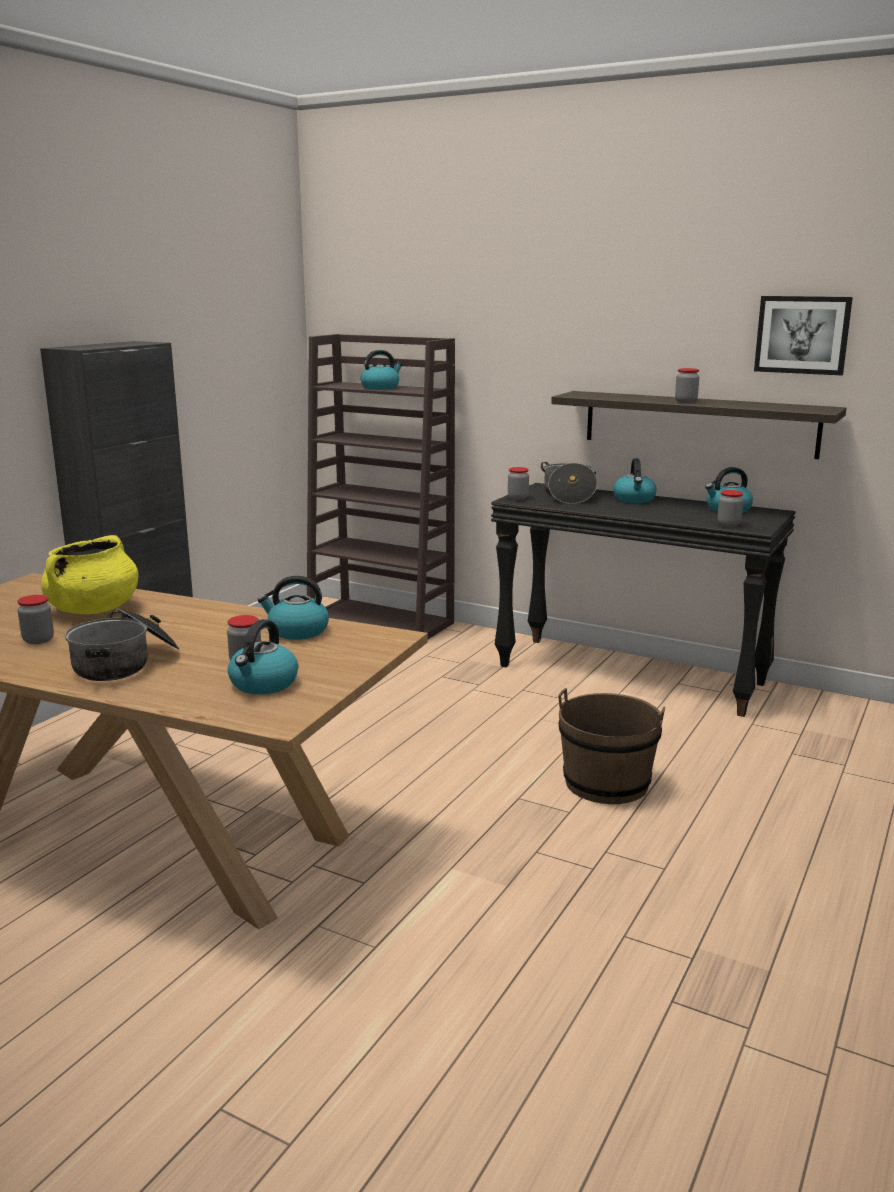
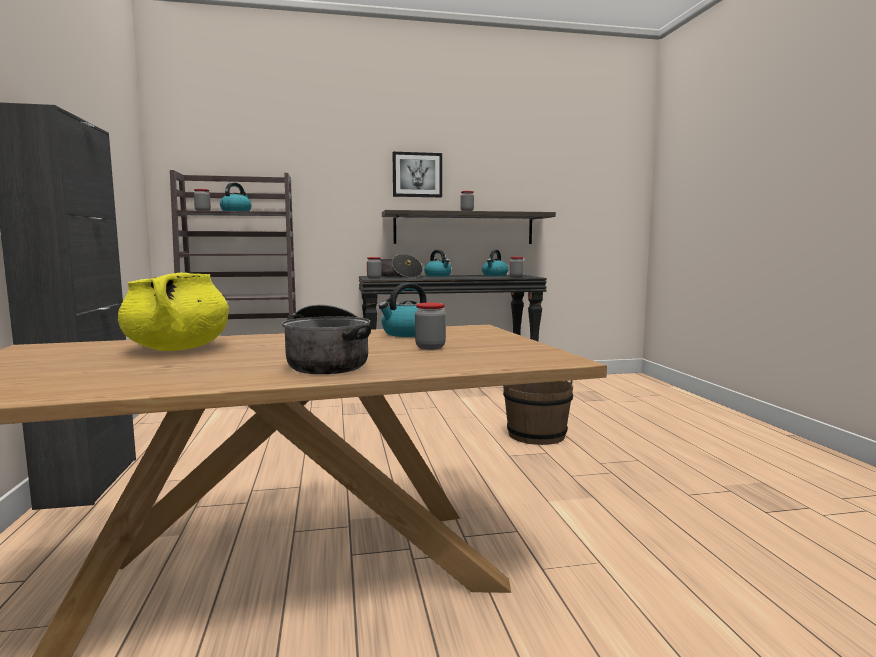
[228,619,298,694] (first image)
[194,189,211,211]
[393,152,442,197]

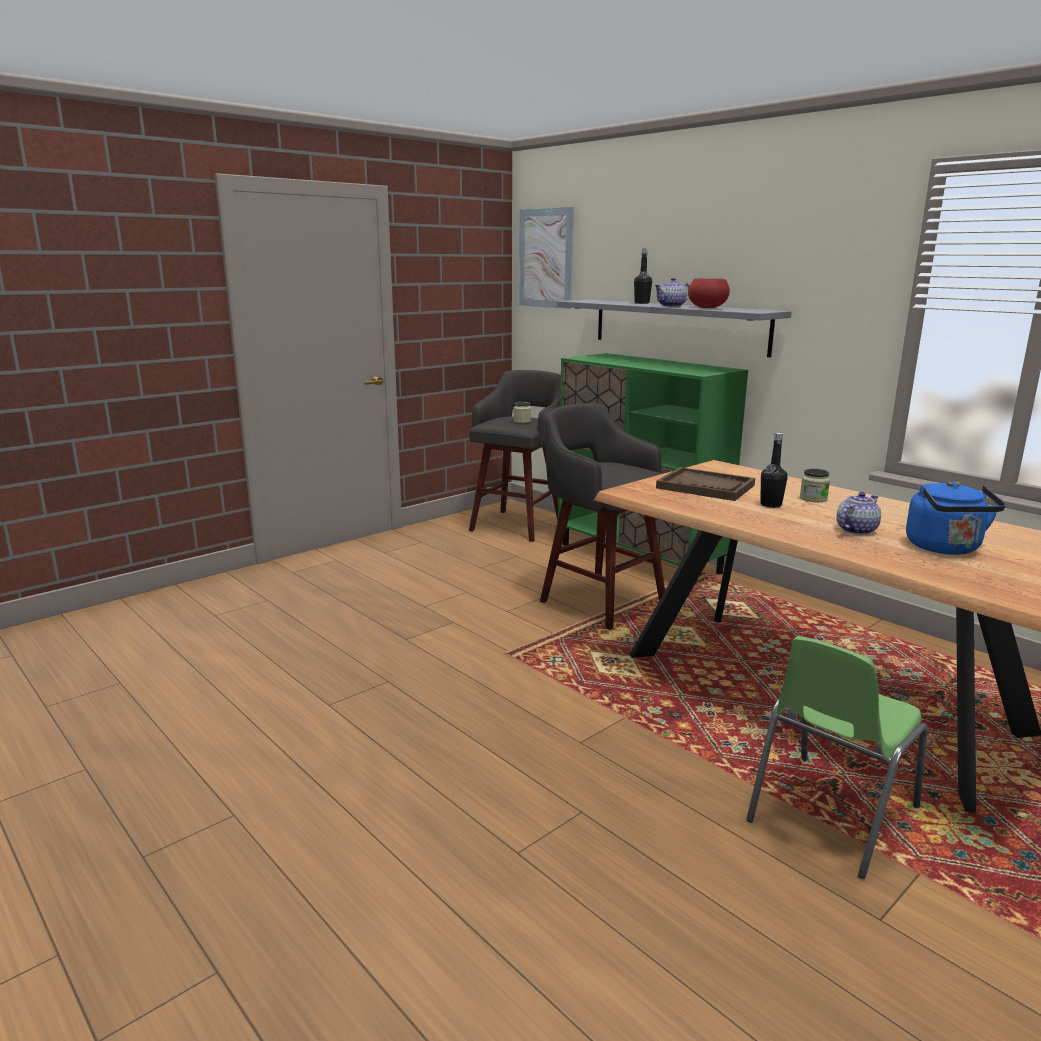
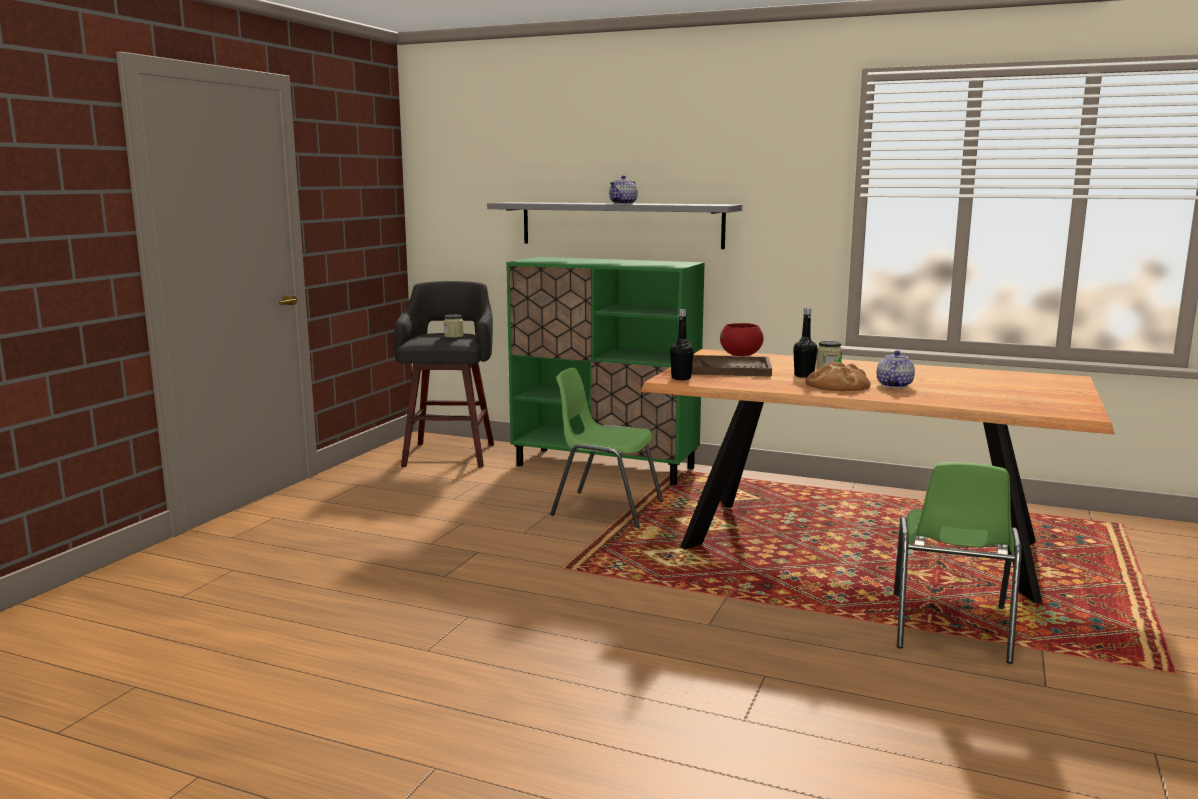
[519,207,574,309] (first image)
[906,481,1006,555] (first image)
[805,361,871,391]
[670,309,694,380]
[720,323,764,356]
[550,368,663,528]

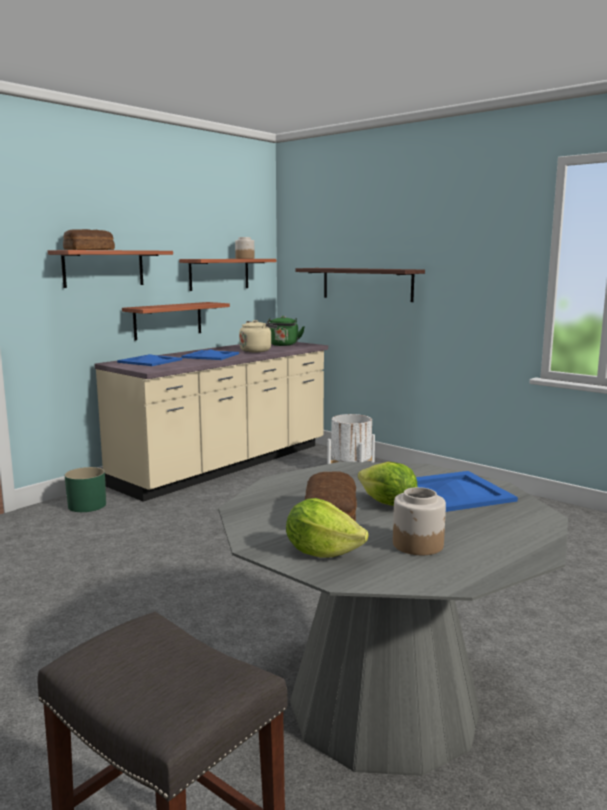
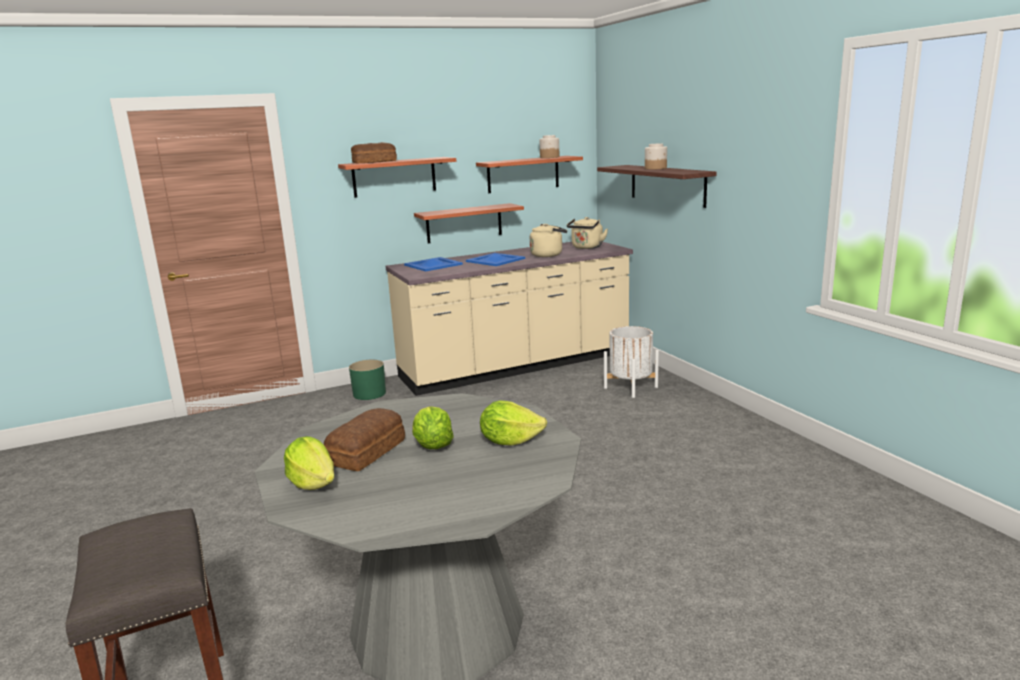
[645,143,667,170]
[480,400,547,445]
[567,217,608,249]

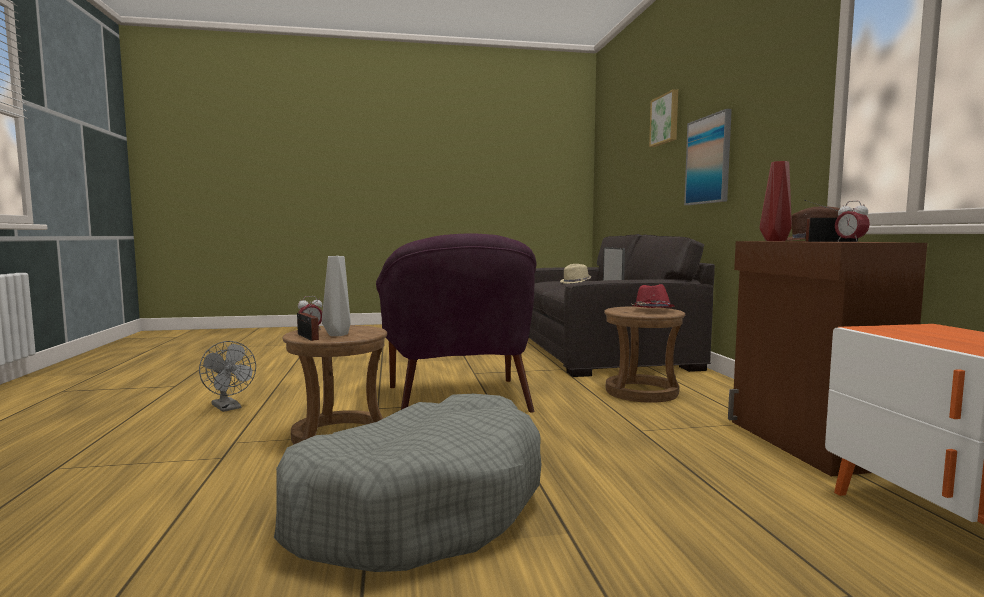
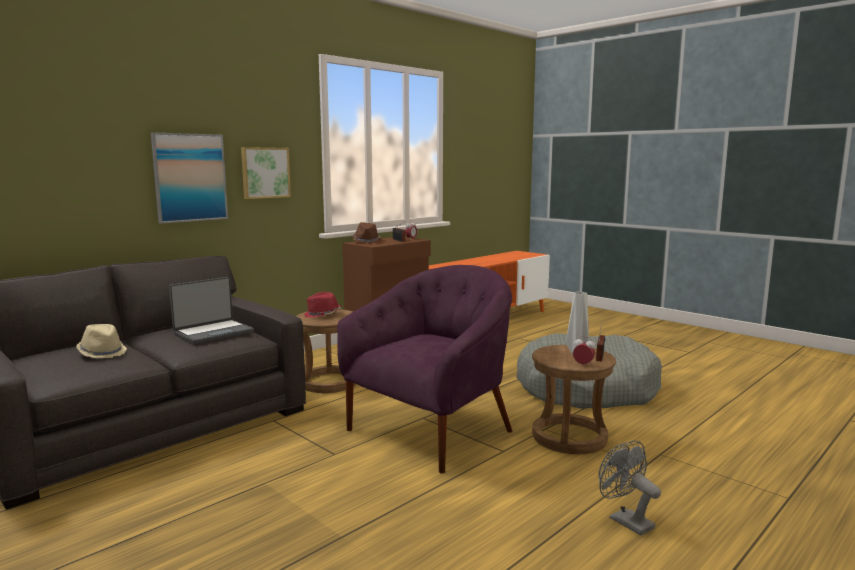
[760,161,792,241] (first image)
[241,147,291,199]
[599,441,661,536]

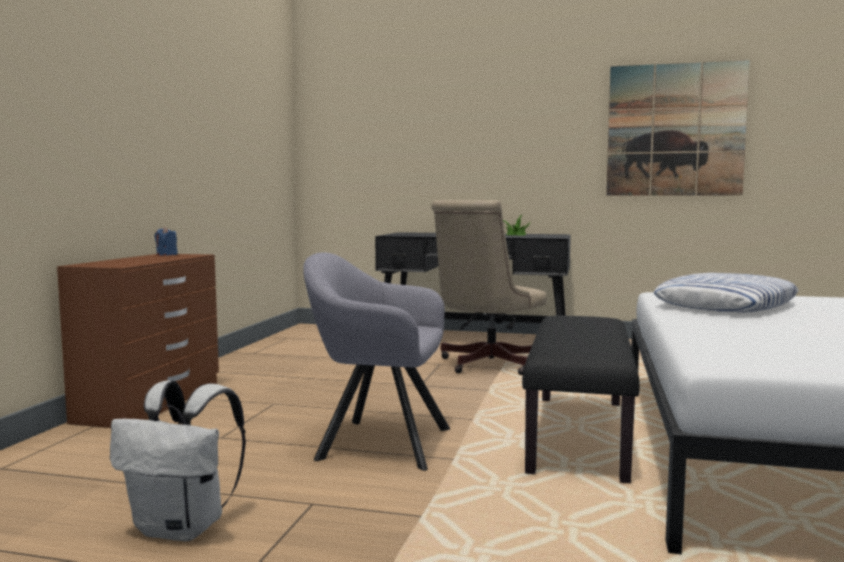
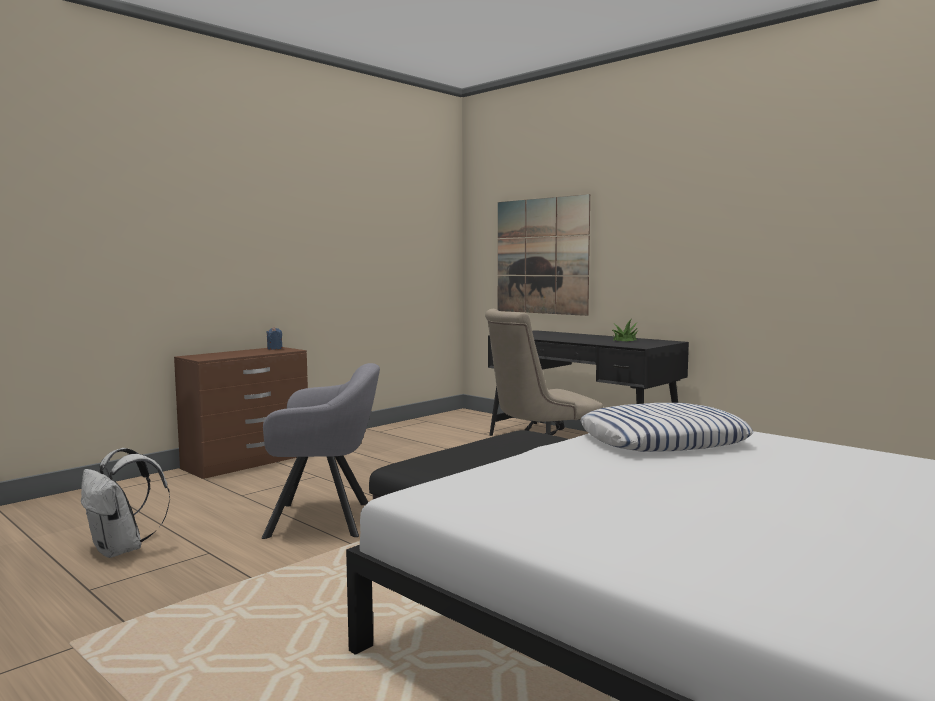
[498,194,590,316]
[262,363,380,539]

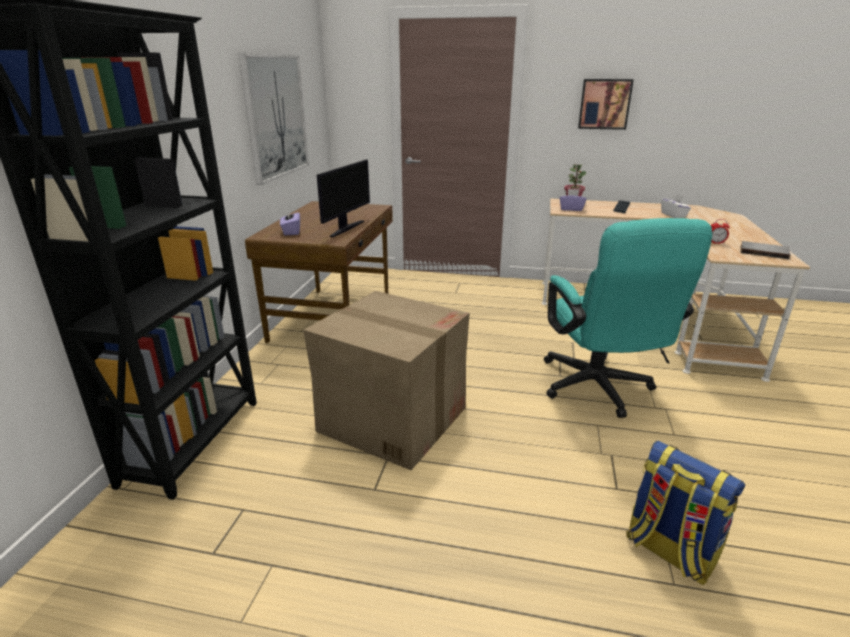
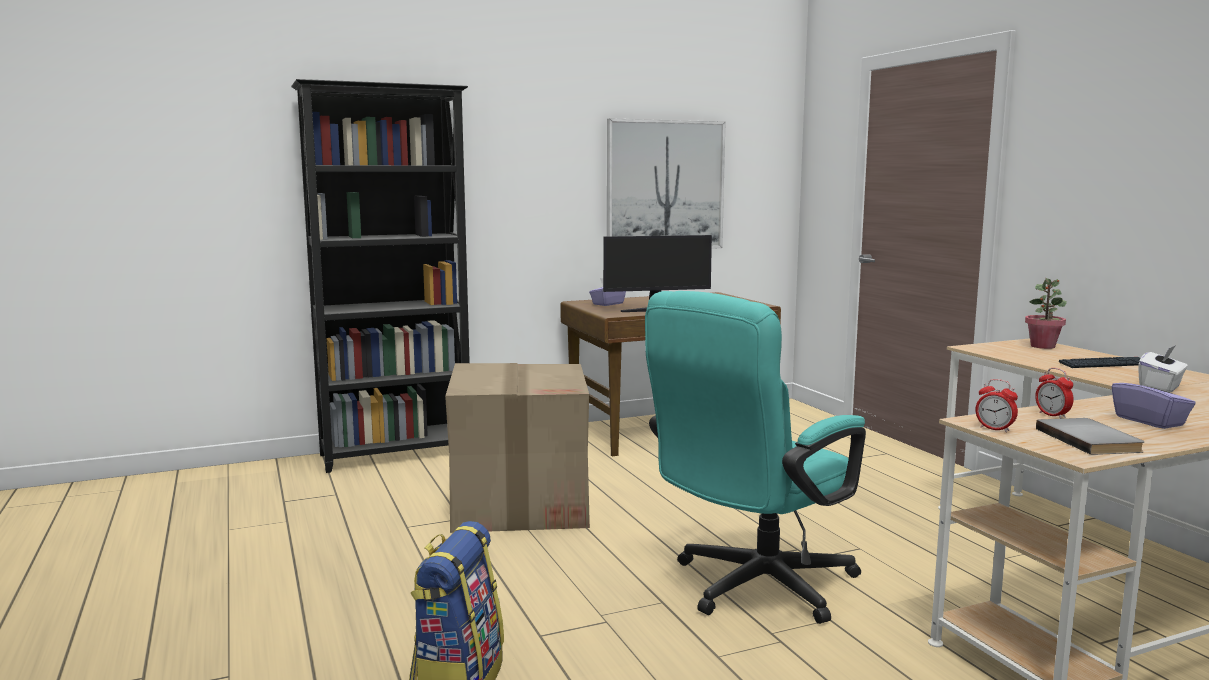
[578,79,634,130] (first image)
[976,379,1018,433]
[1112,370,1196,429]

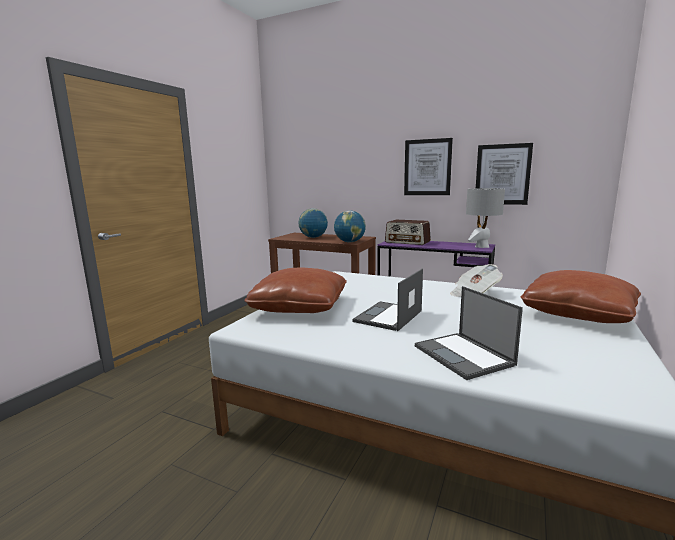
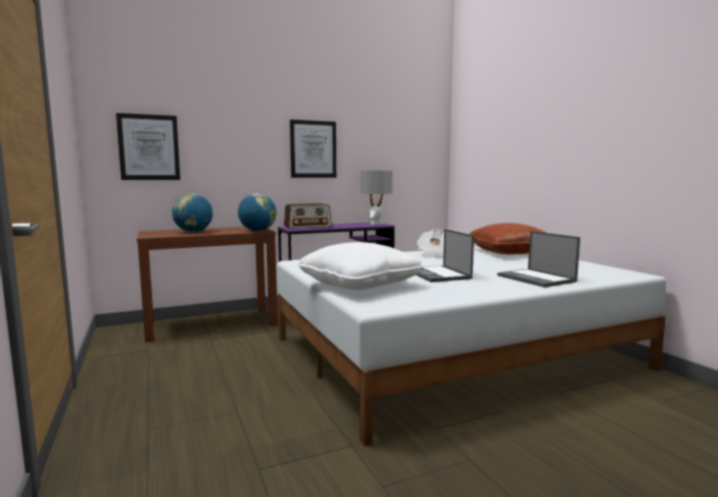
[116,113,180,180]
[297,242,424,290]
[497,231,580,287]

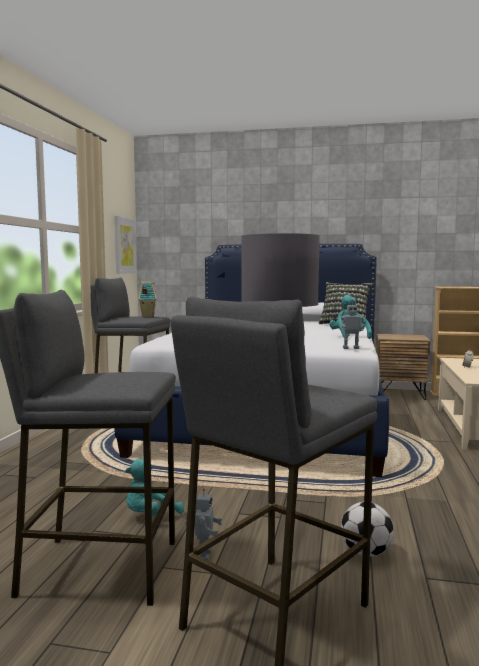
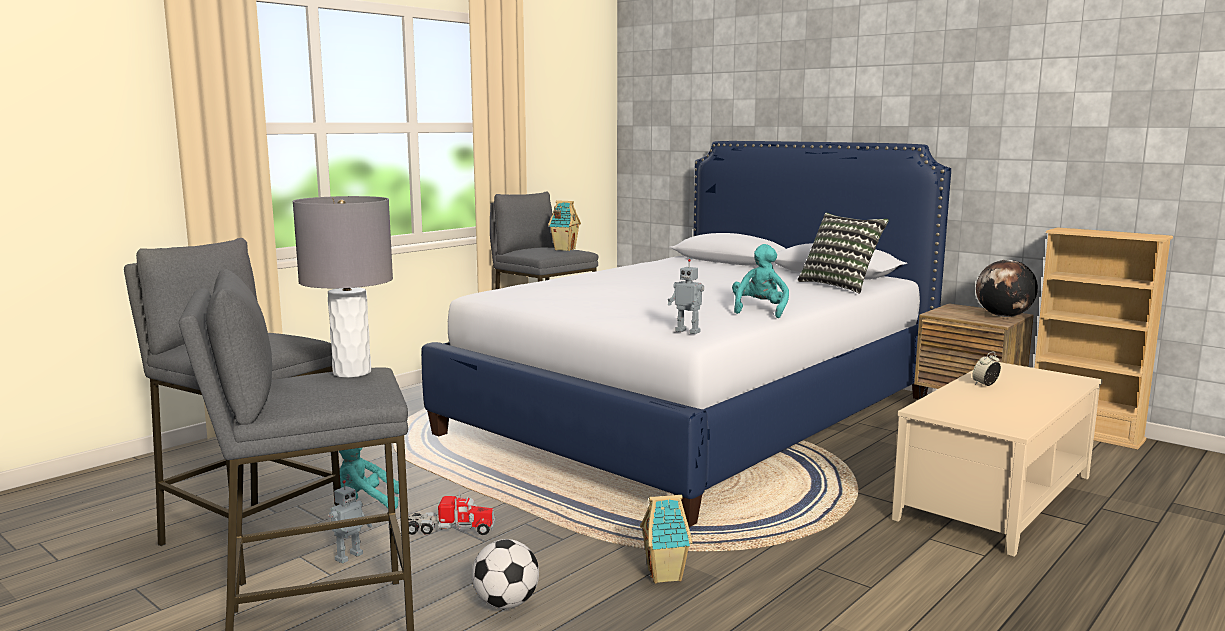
[115,216,137,274] (first image)
[408,490,496,535]
[640,495,693,584]
[976,260,1038,317]

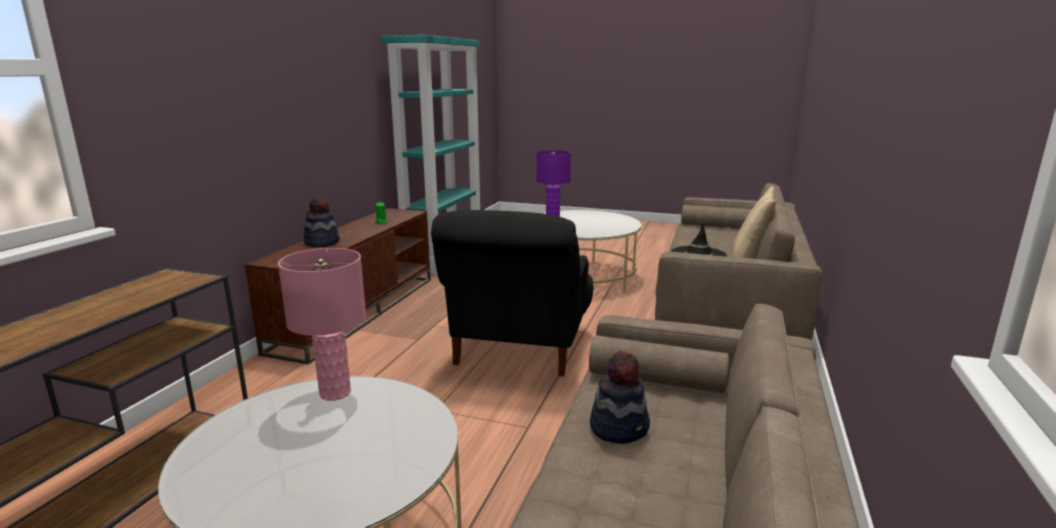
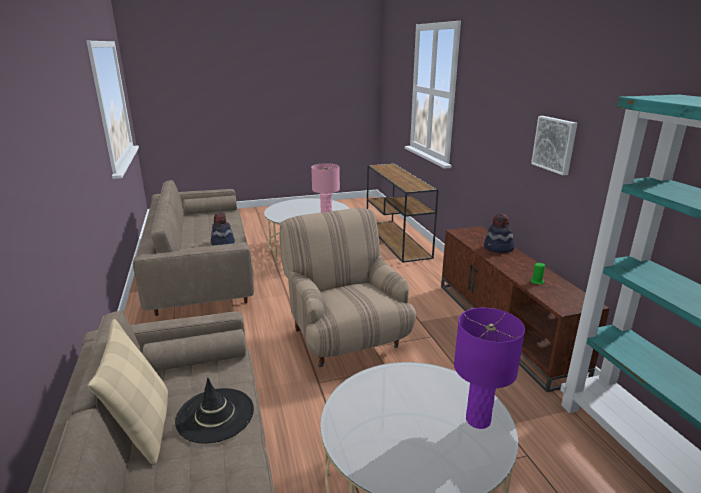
[531,116,577,175]
[280,208,416,367]

